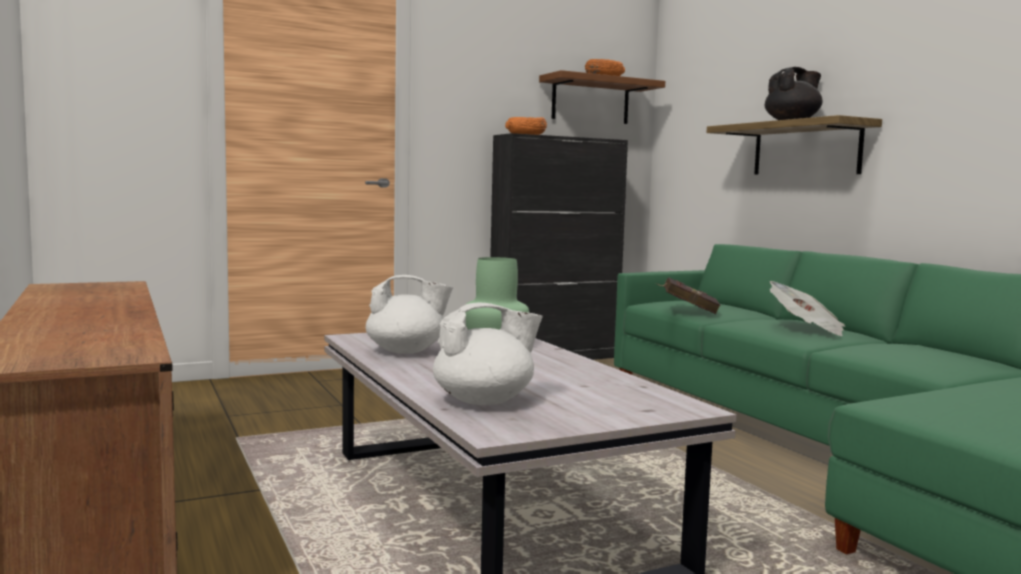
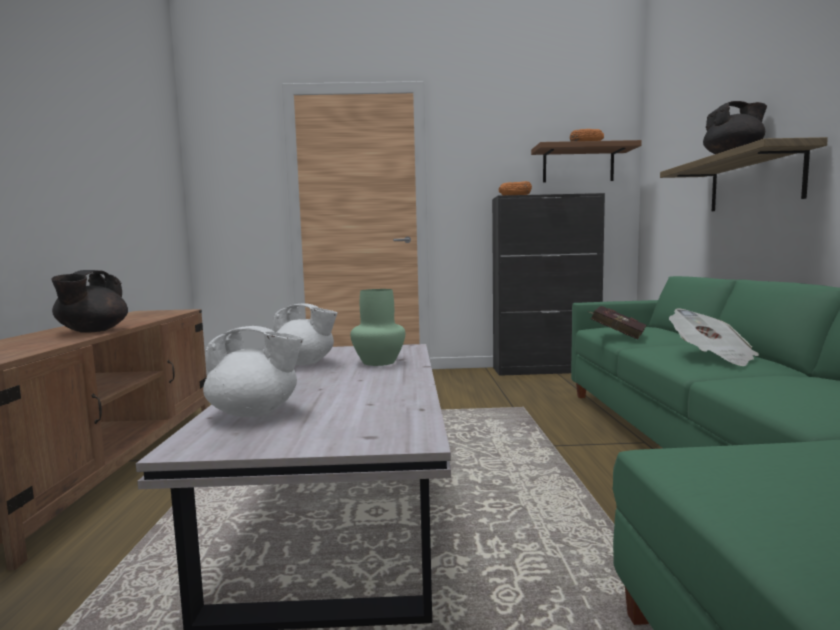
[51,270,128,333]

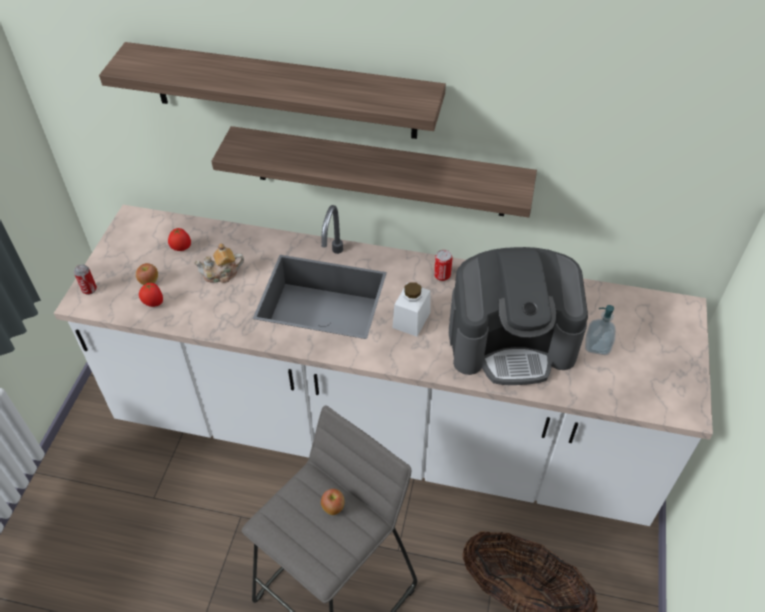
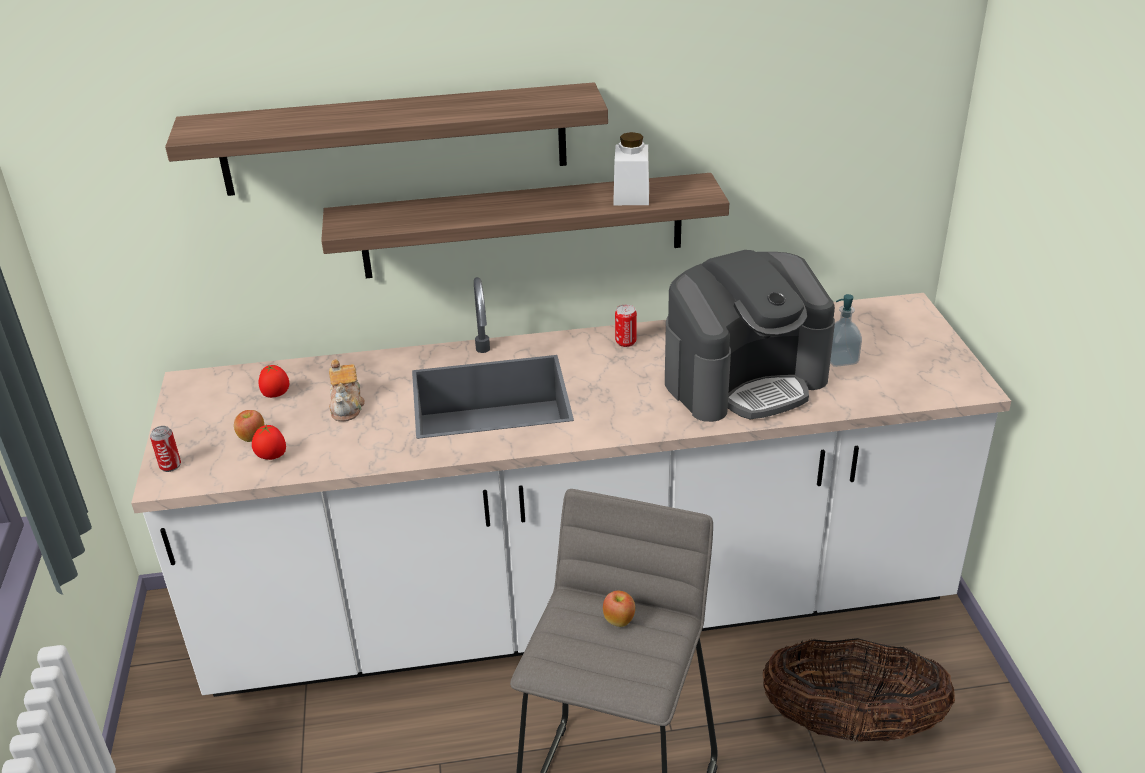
[613,132,649,205]
[329,359,365,421]

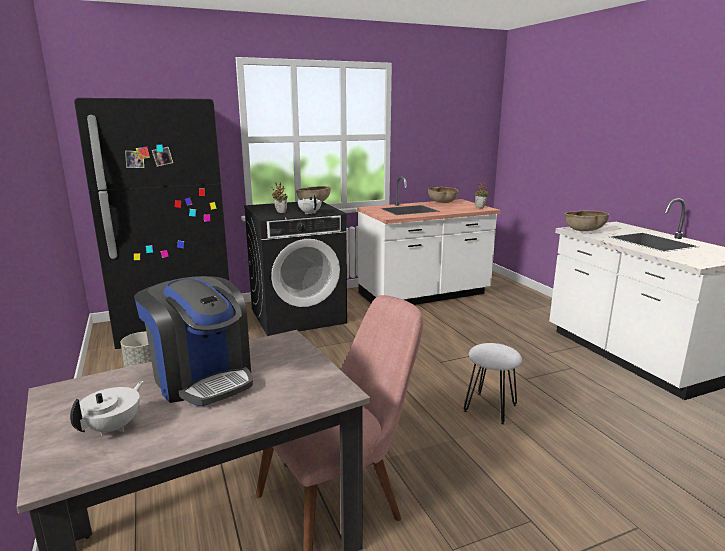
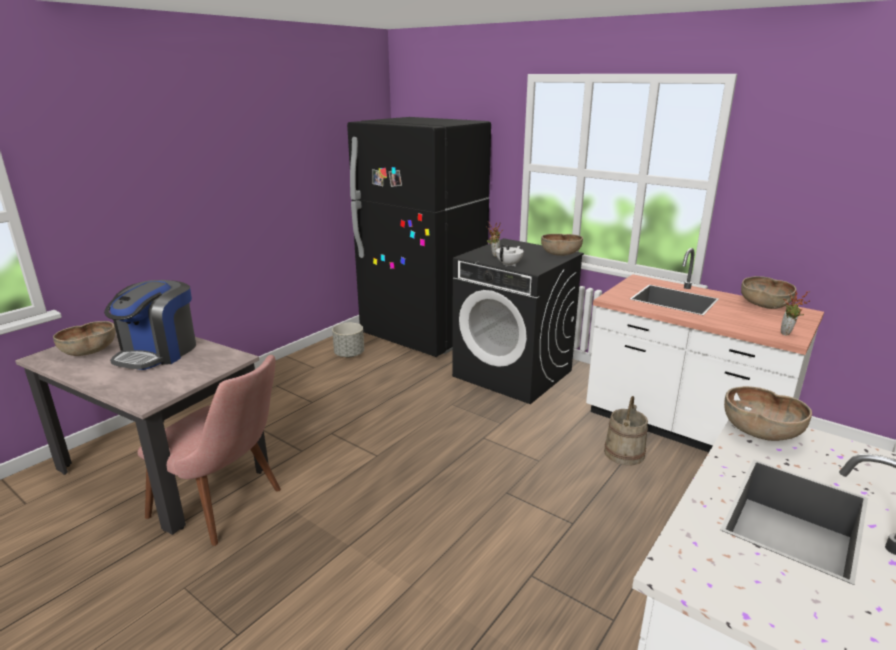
[464,343,522,425] (first image)
[604,396,648,465]
[53,321,115,356]

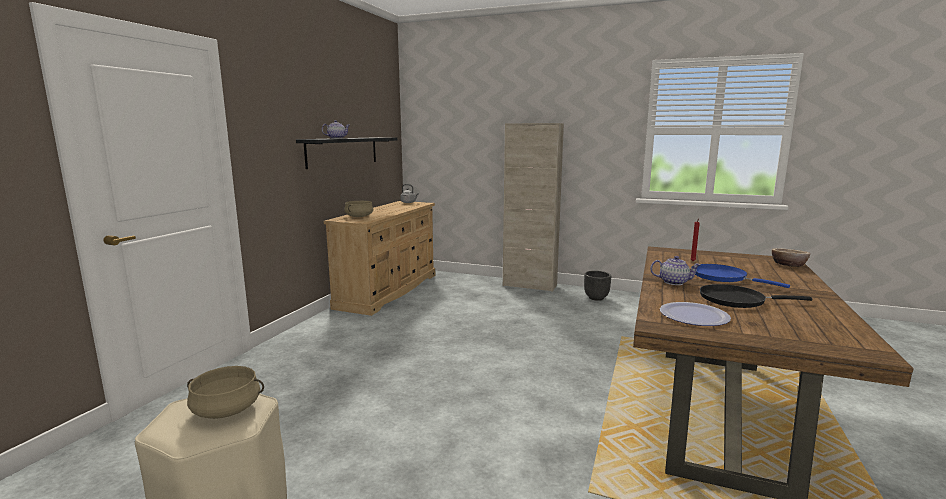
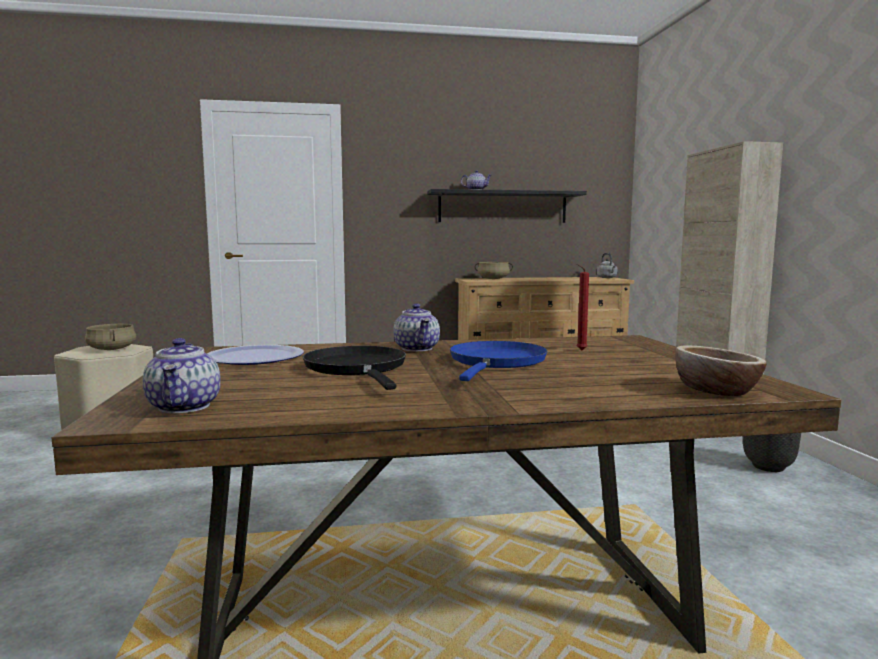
[143,338,221,413]

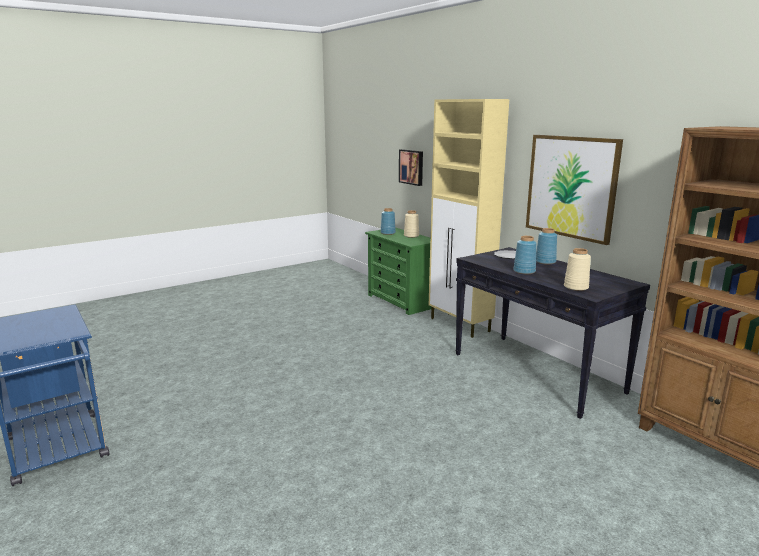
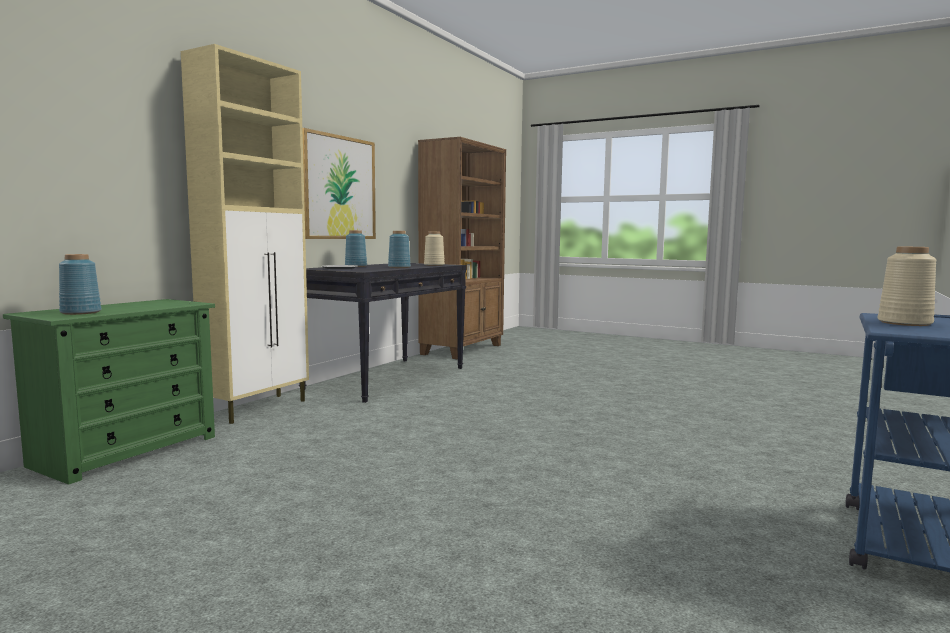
[399,149,423,186] (first image)
[878,246,936,326]

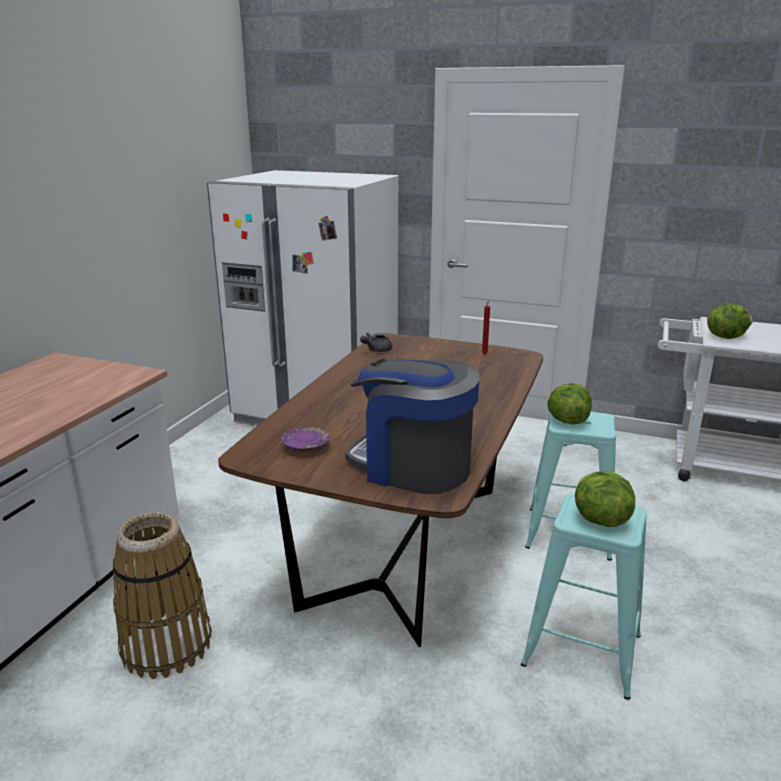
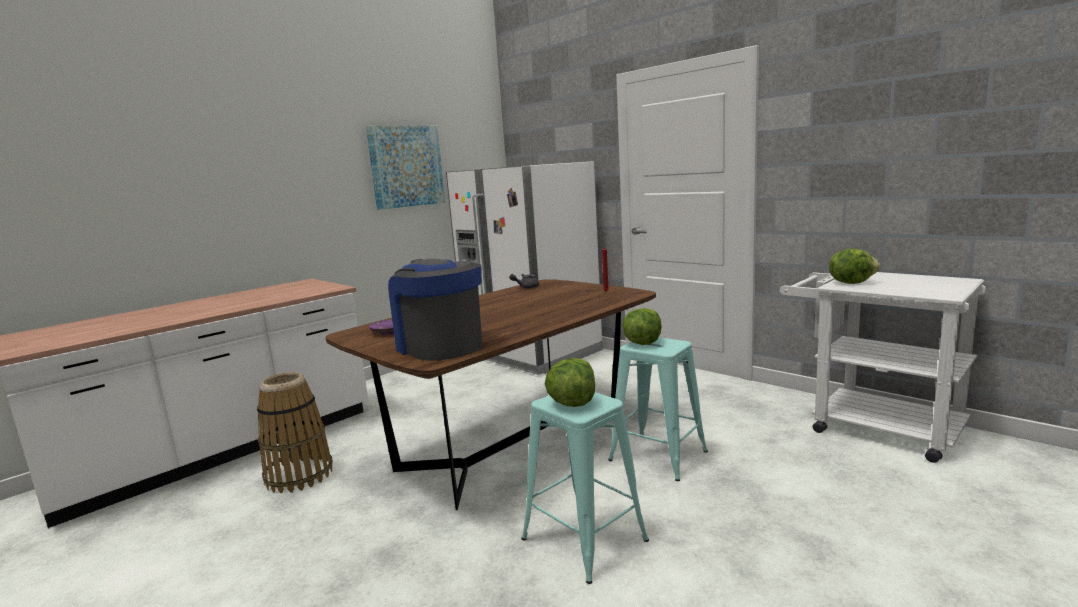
[366,125,445,210]

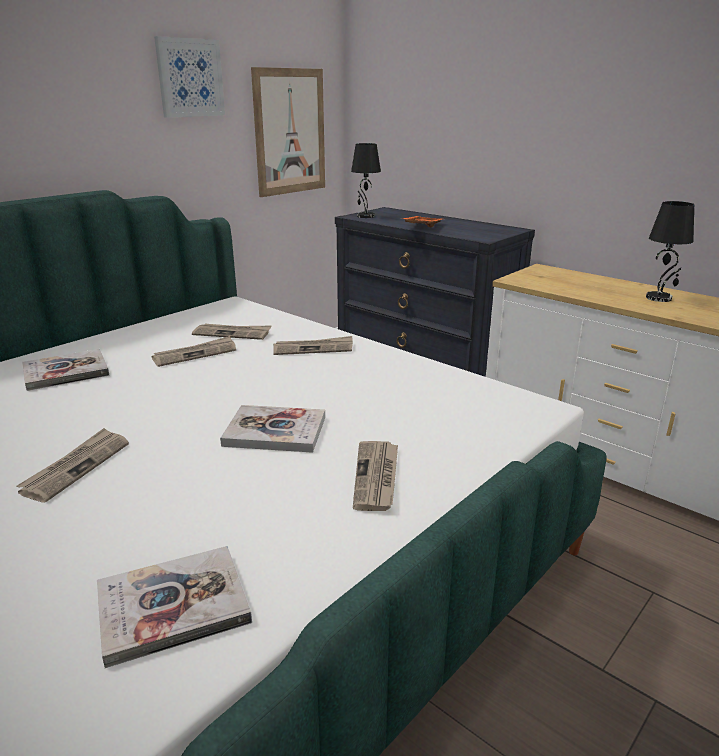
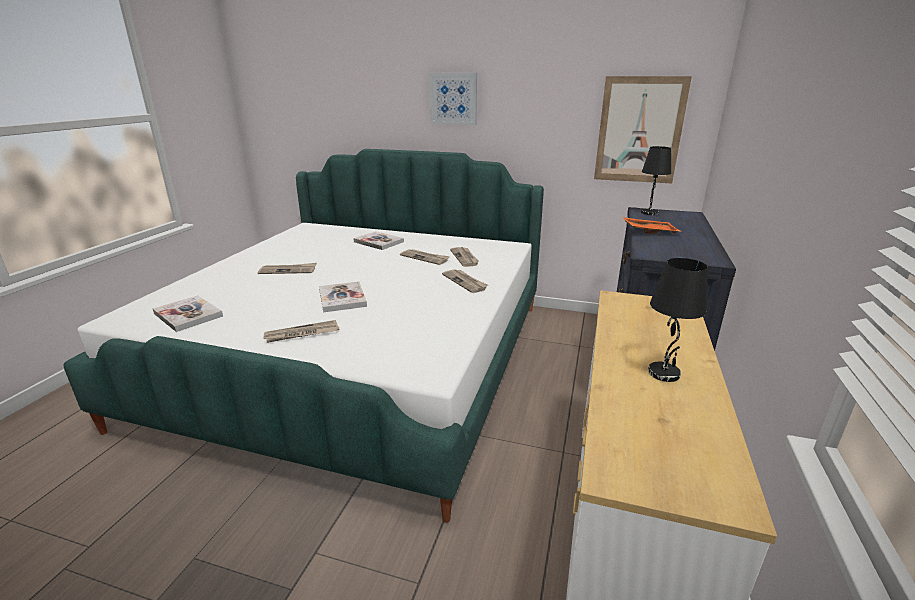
[430,73,477,125]

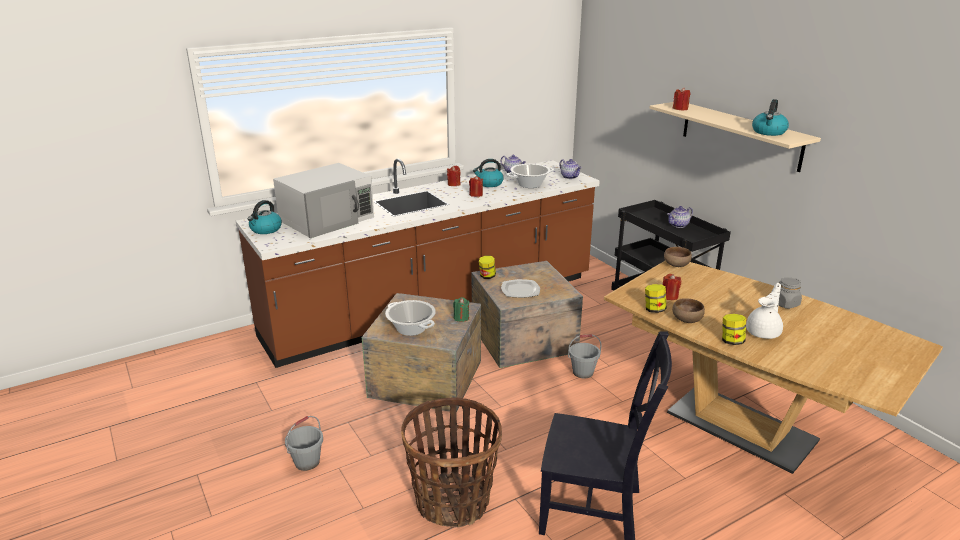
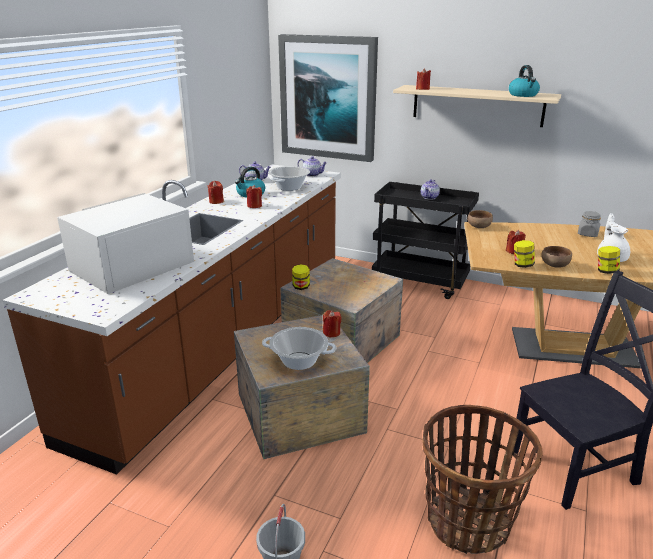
[248,200,282,234] (first image)
[501,279,540,298] (first image)
[568,334,601,379] (first image)
[278,34,378,162]
[323,310,342,337]
[57,193,194,294]

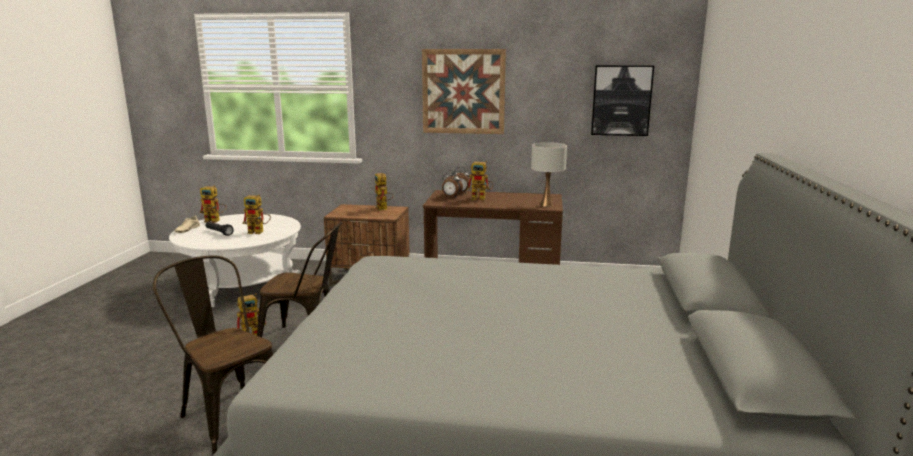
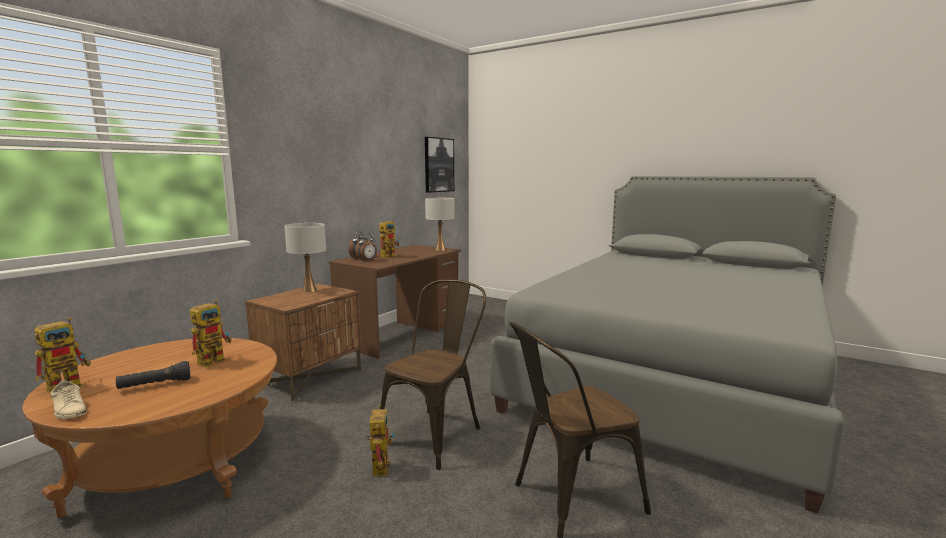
[422,49,506,134] (first image)
[284,223,326,292]
[22,338,277,518]

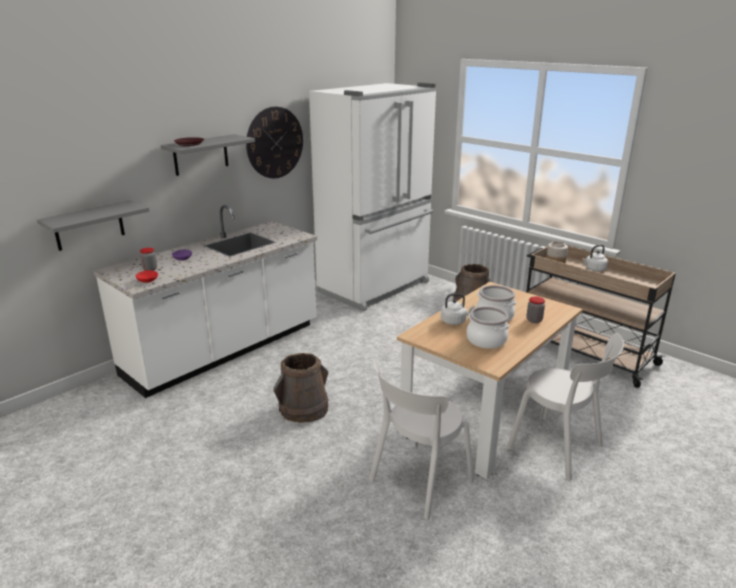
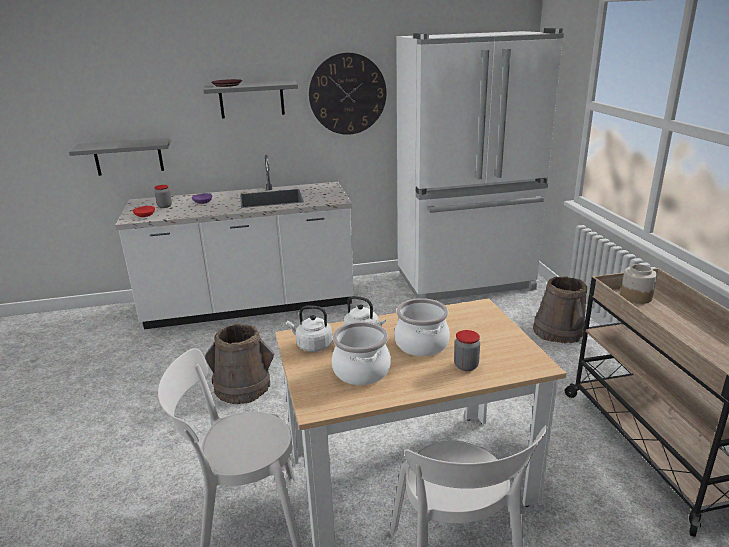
[287,306,332,352]

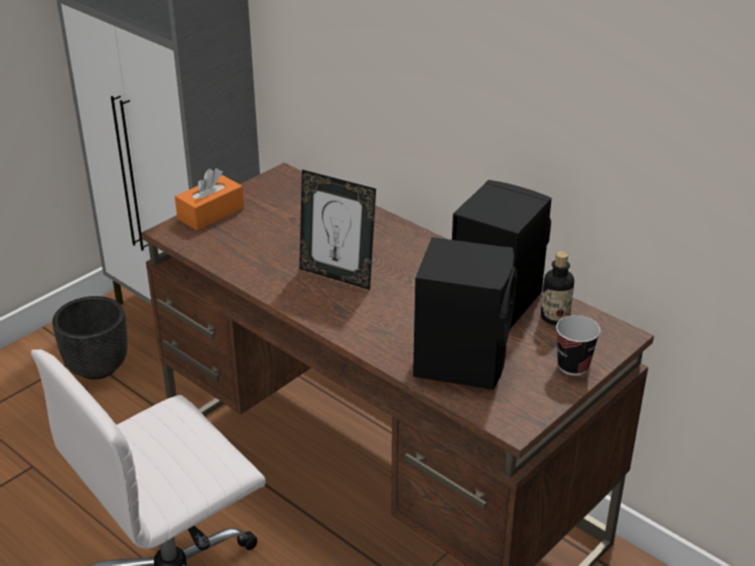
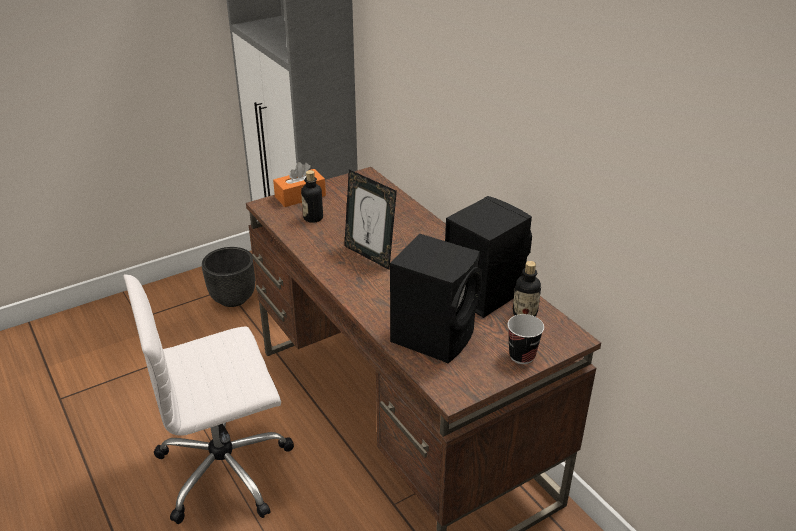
[301,170,323,223]

